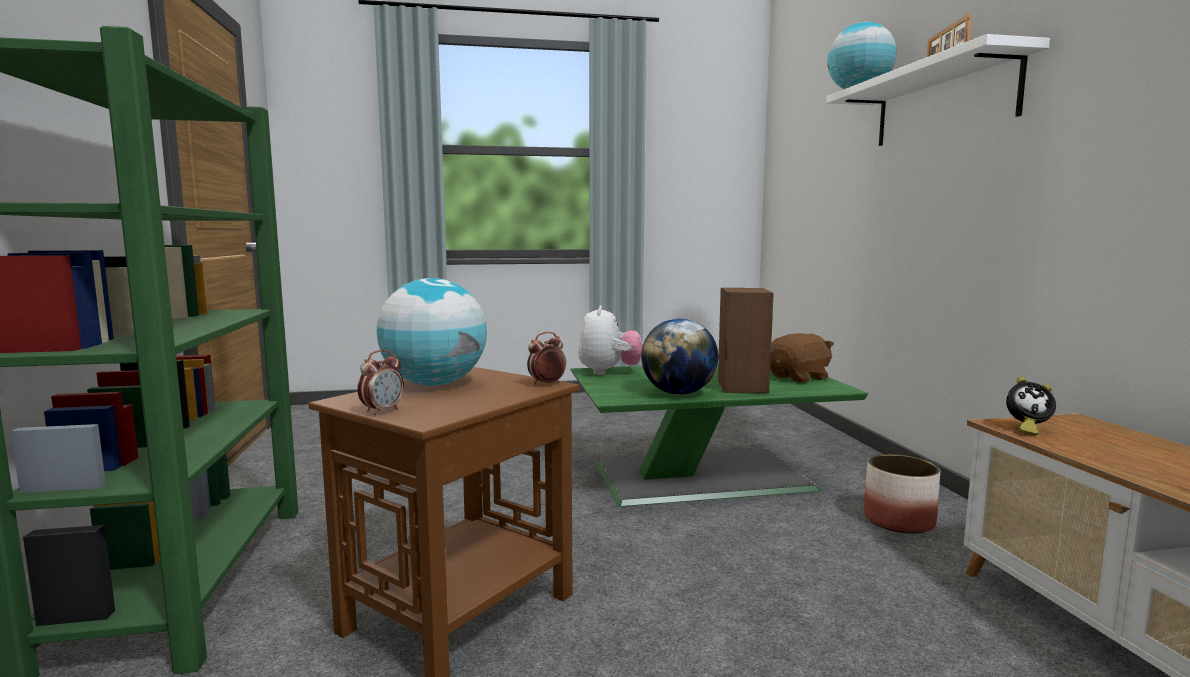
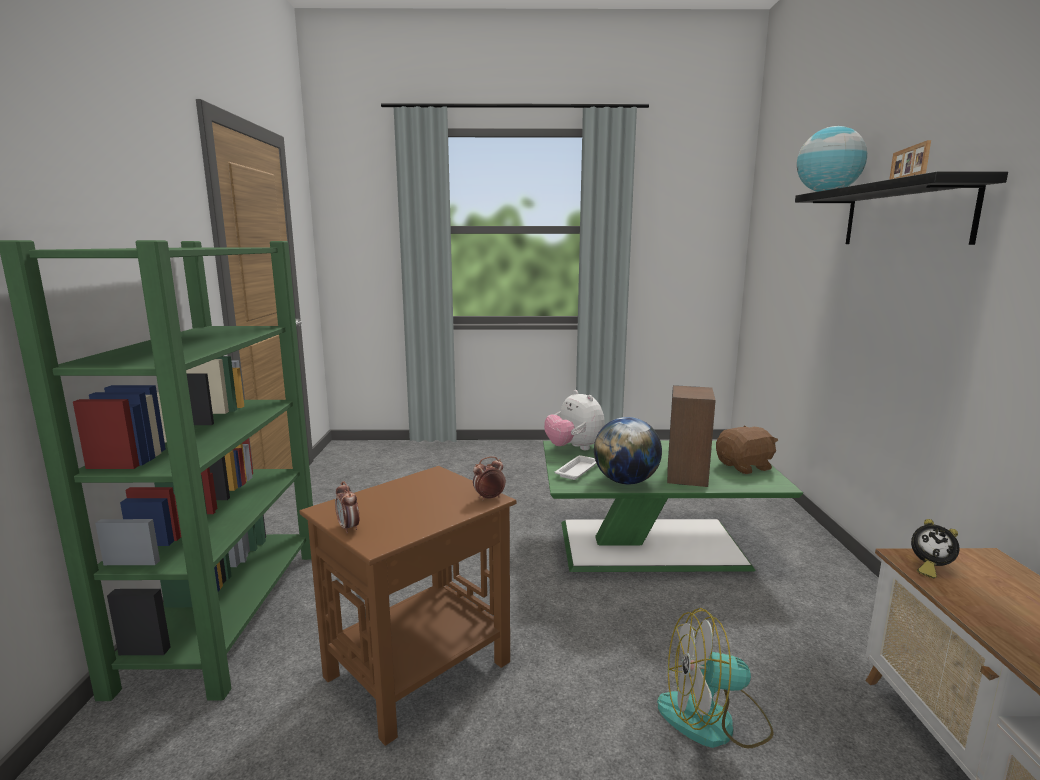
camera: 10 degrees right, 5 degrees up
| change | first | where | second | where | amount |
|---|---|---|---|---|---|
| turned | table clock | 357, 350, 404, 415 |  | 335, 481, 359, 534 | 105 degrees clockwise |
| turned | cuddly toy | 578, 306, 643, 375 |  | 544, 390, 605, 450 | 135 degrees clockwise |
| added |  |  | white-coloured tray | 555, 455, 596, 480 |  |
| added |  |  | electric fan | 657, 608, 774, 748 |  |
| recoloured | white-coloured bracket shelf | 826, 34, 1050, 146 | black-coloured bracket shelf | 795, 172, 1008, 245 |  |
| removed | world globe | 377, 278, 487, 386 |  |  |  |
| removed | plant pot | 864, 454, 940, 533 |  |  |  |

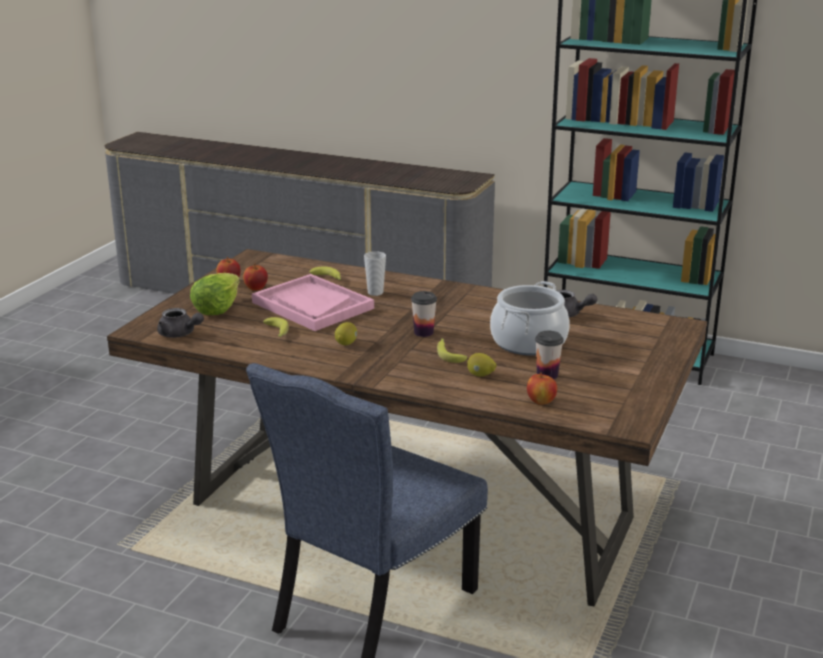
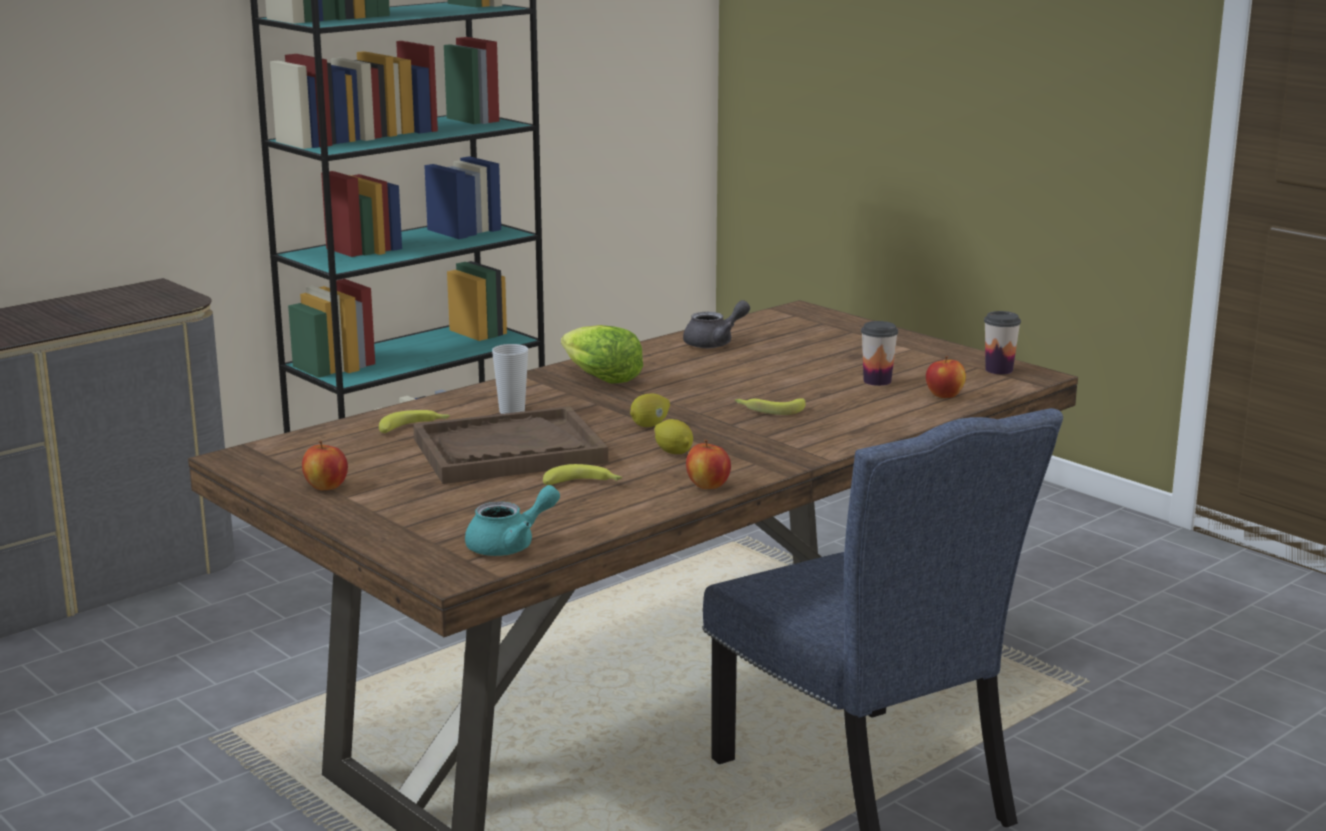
camera: 65 degrees left, 5 degrees down
| change | first | where | second | where | amount |
|---|---|---|---|---|---|
| recoloured | pinkish tray | 252, 274, 374, 331 | brown-coloured tray | 413, 406, 608, 484 |  |
| recoloured | grey teapot | 157, 308, 204, 338 | turquoise-coloured teapot | 465, 485, 560, 556 |  |
| moved | lettuce head | 190, 273, 240, 315 |  | 561, 325, 643, 384 |  |
| moved | citrus fruit | 467, 353, 497, 377 |  | 630, 393, 670, 427 |  |
| moved | apple fruit | 243, 263, 268, 291 |  | 686, 439, 731, 489 |  |
| moved | cup | 411, 291, 437, 337 |  | 984, 311, 1021, 374 |  |
| removed | cooking pot | 490, 281, 570, 356 |  |  |  |

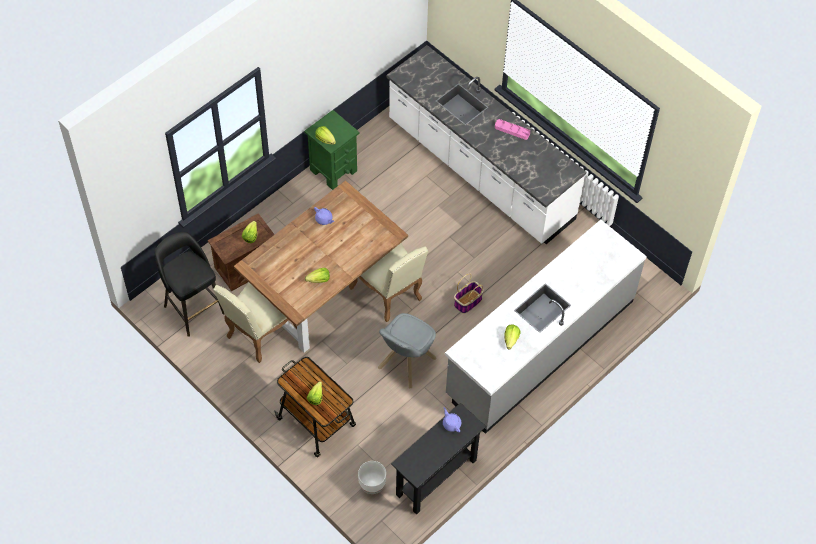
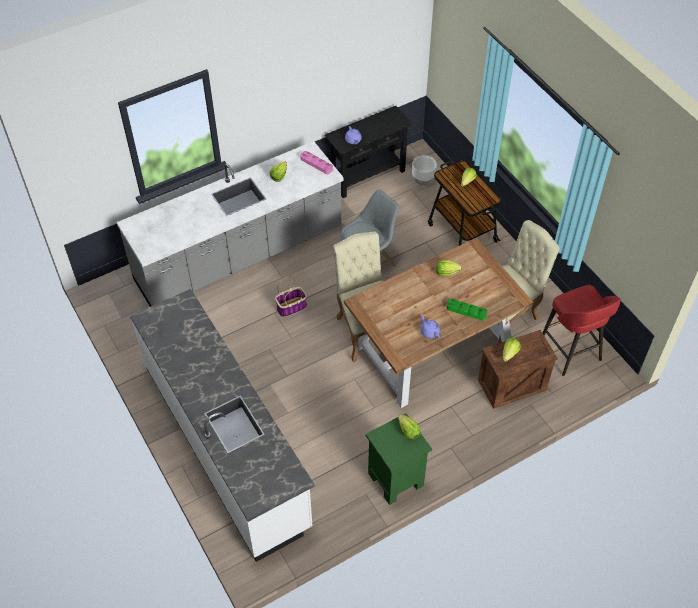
camera: 165 degrees left, 5 degrees down
| change | first | where | second | where | amount |
|---|---|---|---|---|---|
| moved | pinkish tray | 495, 119, 530, 140 |  | 300, 151, 333, 174 |  |
| added |  |  | green tray | 447, 299, 488, 321 |  |
| recoloured | black-coloured sitting stool | 154, 232, 224, 337 | reddish sitting stool | 543, 285, 621, 376 |  |

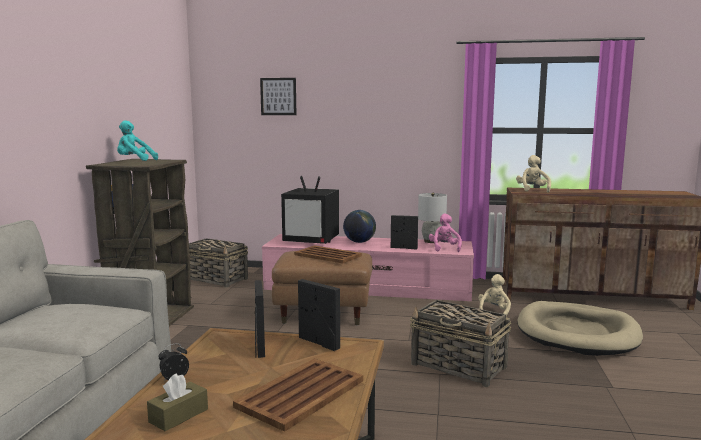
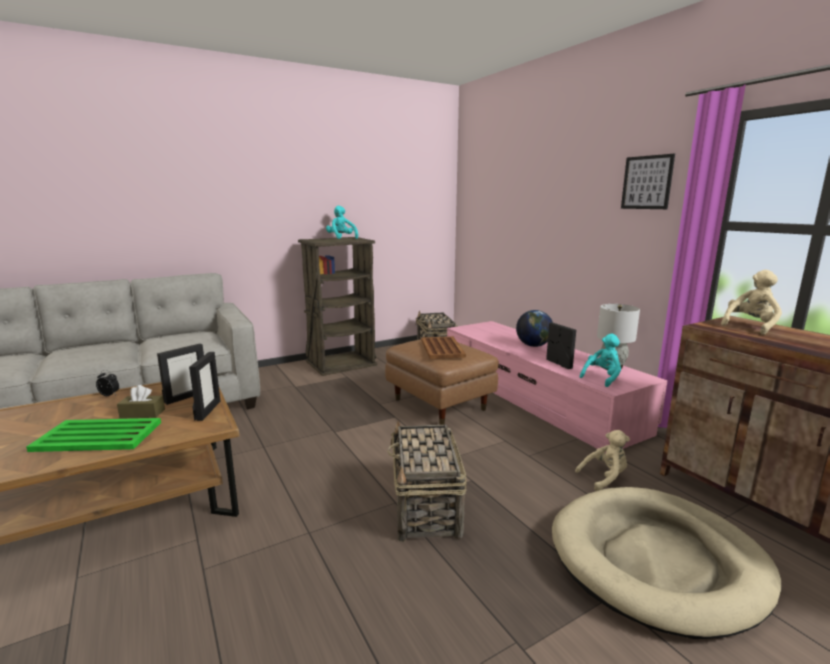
camera: 50 degrees right, 5 degrees up
| change | first | where | second | where | amount |
|---|---|---|---|---|---|
| recoloured | brown-coloured tray | 233, 359, 363, 432 | green tray | 26, 418, 161, 452 |  |
| moved | brown-coloured box of tissues | 147, 373, 208, 431 |  | 117, 385, 165, 419 |  |
| recoloured | pinkish cuddly toy | 429, 213, 462, 252 | turquoise-coloured cuddly toy | 580, 334, 621, 387 |  |
| moved | wall art | 260, 78, 297, 115 |  | 621, 154, 675, 209 |  |
| removed | TV | 281, 176, 339, 244 |  |  |  |

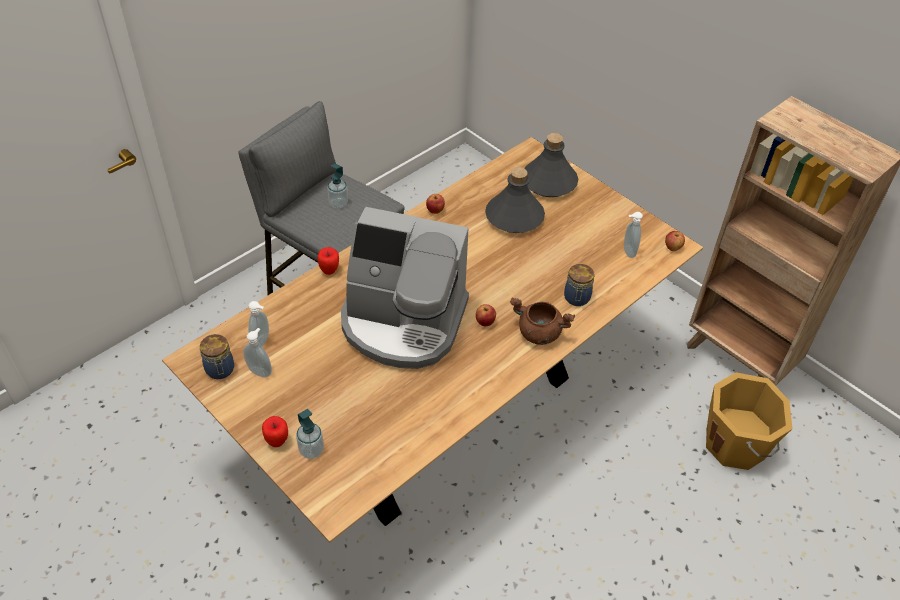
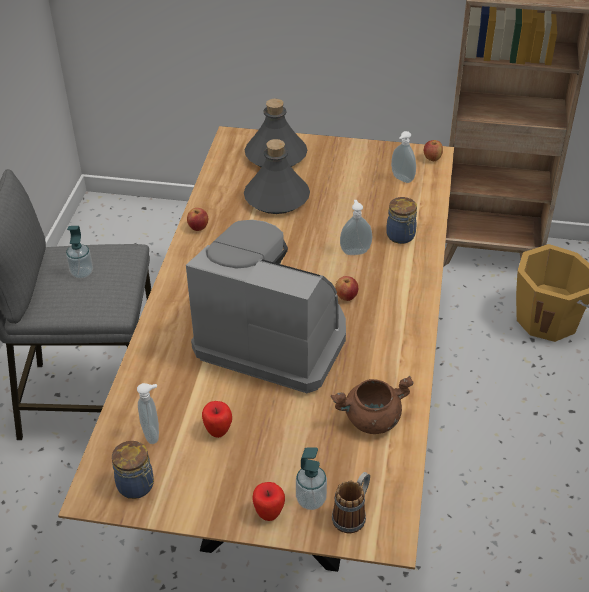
camera: 35 degrees left, 5 degrees down
| change | first | where | second | where | amount |
|---|---|---|---|---|---|
| turned | coffee machine | 341, 207, 469, 369 |  | 186, 220, 346, 393 | 135 degrees counterclockwise |
| moved | apple fruit | 318, 247, 339, 275 |  | 202, 401, 232, 438 |  |
| moved | brown-coloured cooking pot | 510, 297, 575, 345 |  | 331, 376, 414, 434 |  |
| added |  |  | tea mug | 332, 472, 370, 533 |  |
| moved | liquid soap bottle | 243, 328, 272, 378 |  | 340, 200, 372, 255 |  |

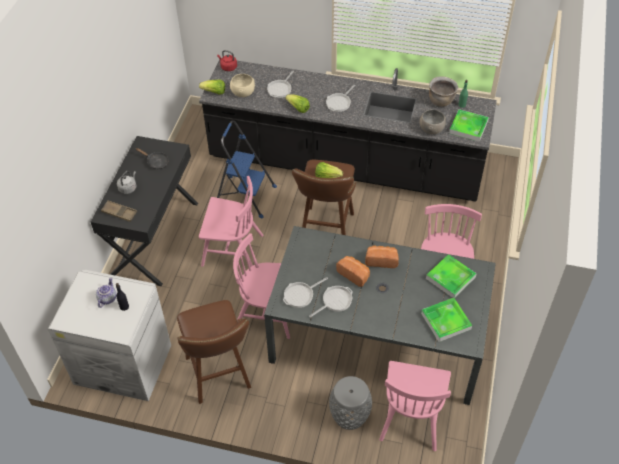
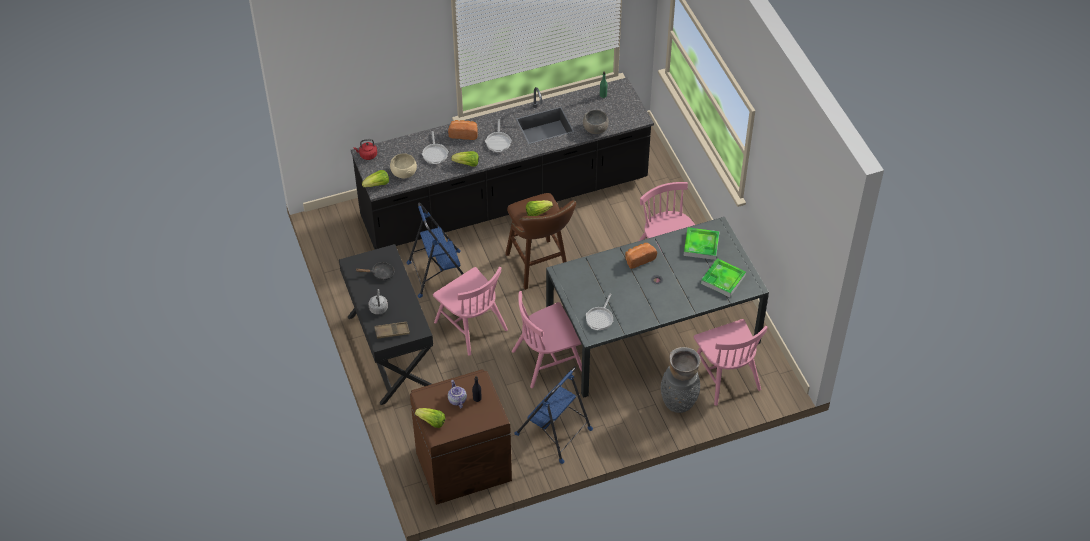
camera: 35 degrees left, 0 degrees up
| change | first | where | second | where | amount |
|---|---|---|---|---|---|
| recoloured | white-coloured laundry machine | 48, 270, 171, 401 | brown-coloured laundry machine | 410, 369, 512, 505 |  |
| added |  |  | lettuce head | 415, 408, 445, 428 |  |
| turned | pinkish chair | 199, 176, 264, 267 |  | 433, 267, 508, 356 | 75 degrees clockwise |
| moved | baked bread | 336, 256, 370, 287 |  | 448, 120, 478, 140 |  |
| replaced | brown-coloured sitting stool | 177, 300, 251, 404 | blue-coloured stepladder | 514, 366, 593, 464 |  |
| moved | brown-coloured cooking pot | 429, 77, 458, 107 |  | 669, 347, 701, 380 |  |
| removed | pan | 309, 286, 353, 318 |  |  |  |
| removed | tray | 449, 109, 489, 142 |  |  |  |

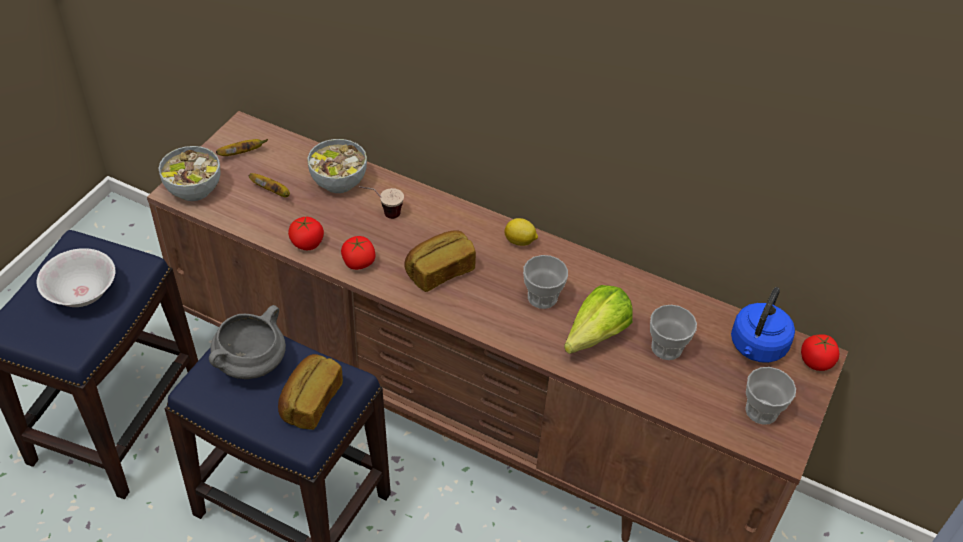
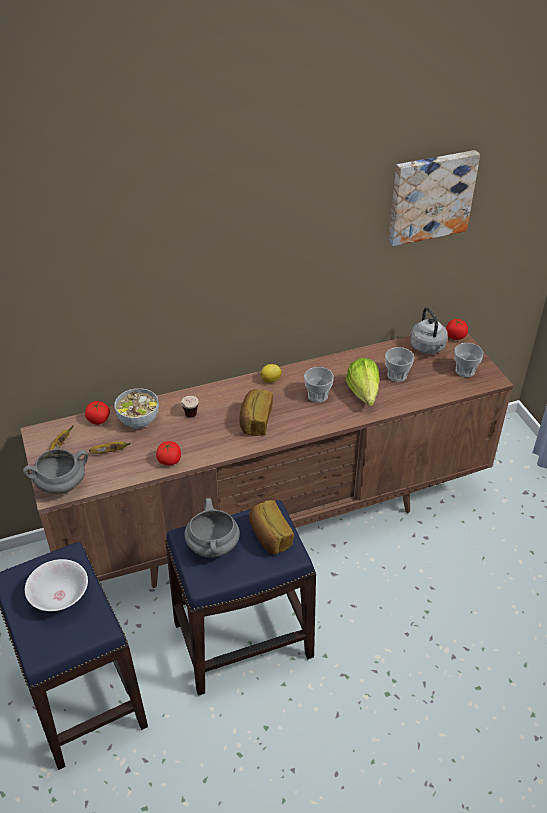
camera: 45 degrees left, 5 degrees down
| change | first | where | second | where | amount |
|---|---|---|---|---|---|
| replaced | deep dish | 158, 146, 220, 201 | grey cooking pot | 23, 449, 88, 494 |  |
| moved | whole tomato | 341, 236, 376, 270 |  | 85, 401, 110, 425 |  |
| added |  |  | wall art | 388, 150, 480, 246 |  |
| recoloured | blue-coloured water kettle | 731, 287, 795, 363 | grey water kettle | 410, 307, 448, 354 |  |

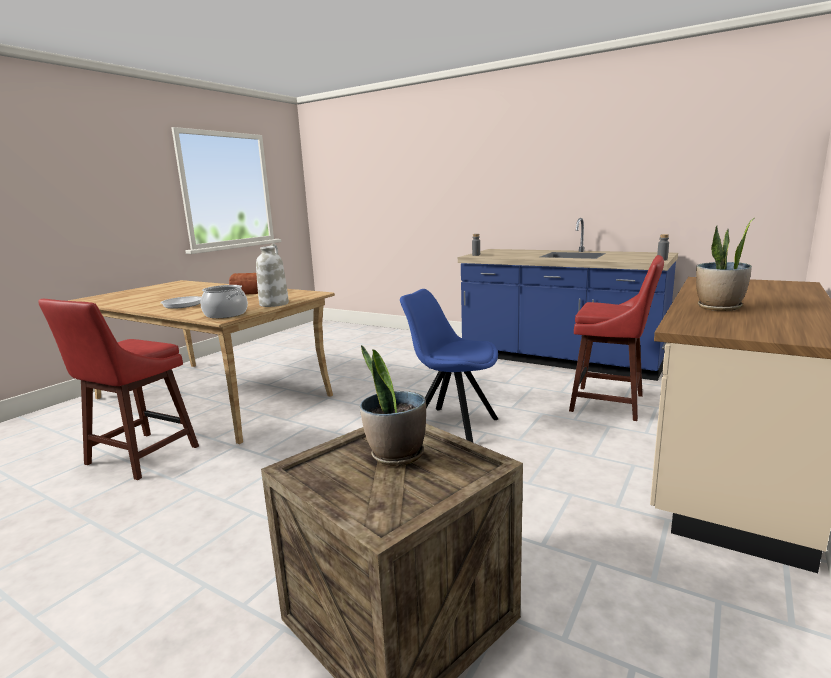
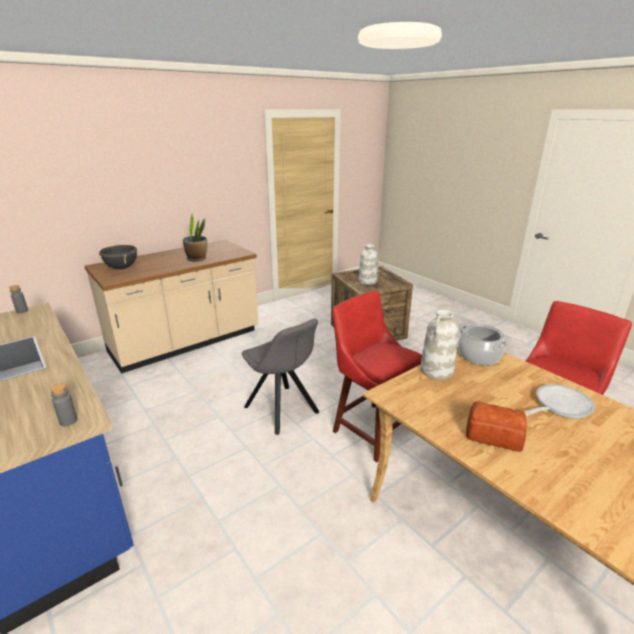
camera: 160 degrees left, 10 degrees up
| change | first | where | second | where | amount |
|---|---|---|---|---|---|
| added |  |  | black-coloured cooking pot | 95, 245, 140, 269 |  |
| recoloured | blue-coloured chair | 400, 289, 498, 442 | grey chair | 242, 319, 319, 435 |  |
| moved | reddish chair | 569, 255, 664, 421 |  | 332, 290, 422, 462 |  |
| replaced | houseplant | 360, 345, 426, 466 | white-coloured flower vase | 358, 242, 378, 285 |  |

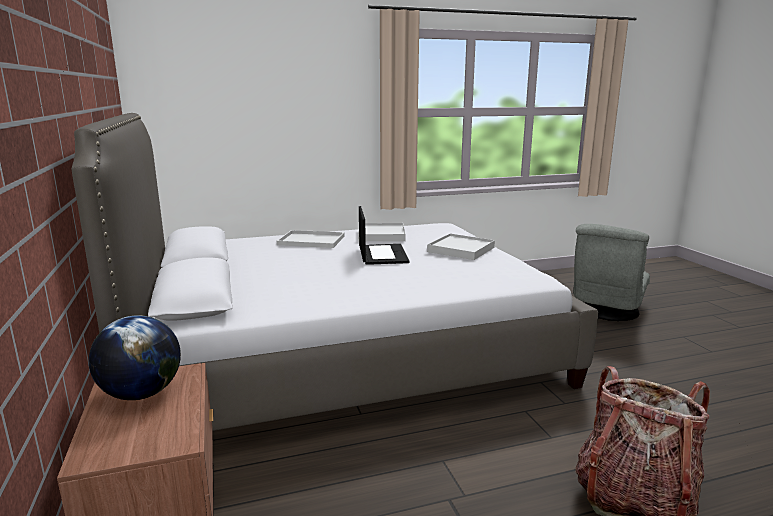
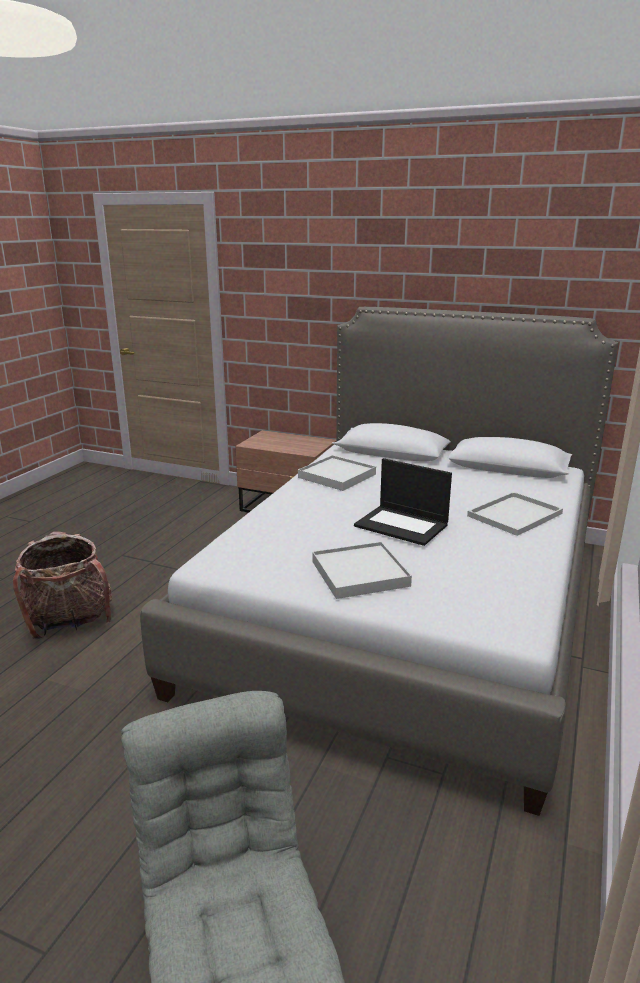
camera: 130 degrees right, 5 degrees up
| change | first | where | second | where | amount |
|---|---|---|---|---|---|
| moved | white-coloured tray | 358, 223, 406, 241 |  | 298, 455, 376, 491 |  |
| removed | world globe | 89, 315, 181, 400 |  |  |  |

